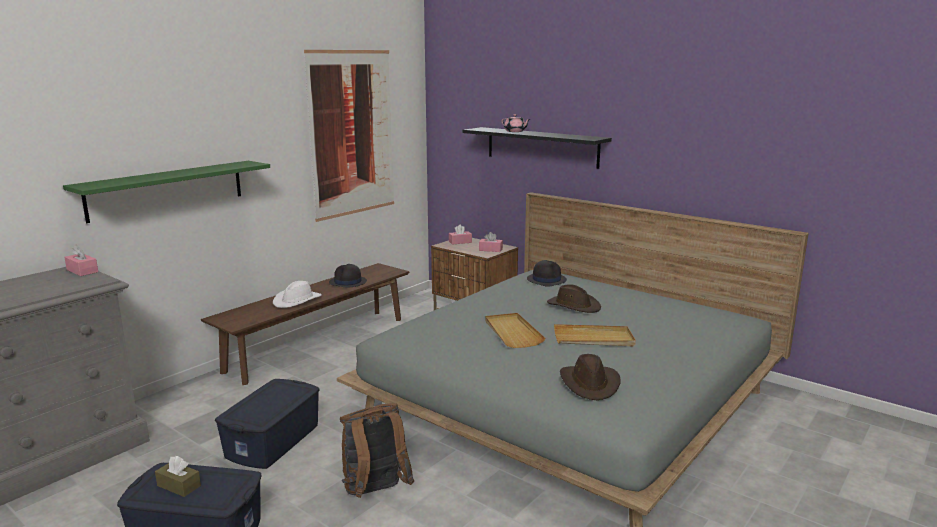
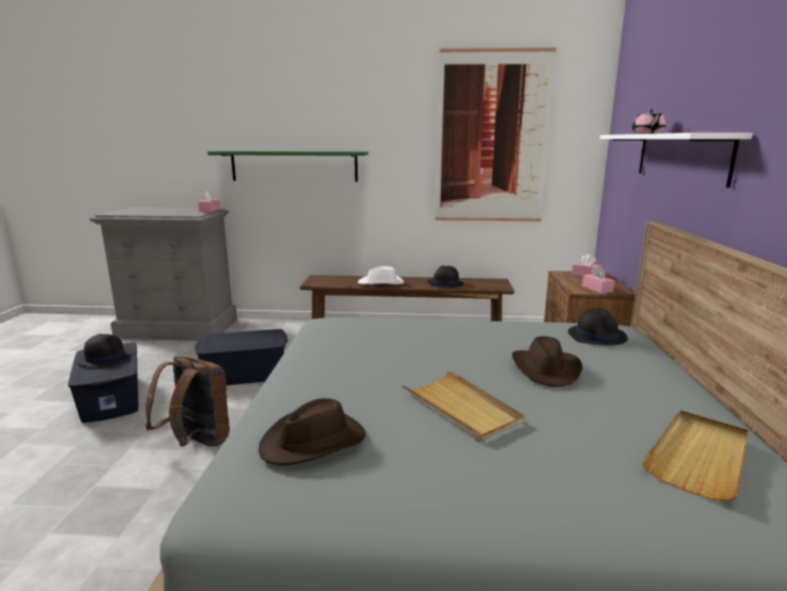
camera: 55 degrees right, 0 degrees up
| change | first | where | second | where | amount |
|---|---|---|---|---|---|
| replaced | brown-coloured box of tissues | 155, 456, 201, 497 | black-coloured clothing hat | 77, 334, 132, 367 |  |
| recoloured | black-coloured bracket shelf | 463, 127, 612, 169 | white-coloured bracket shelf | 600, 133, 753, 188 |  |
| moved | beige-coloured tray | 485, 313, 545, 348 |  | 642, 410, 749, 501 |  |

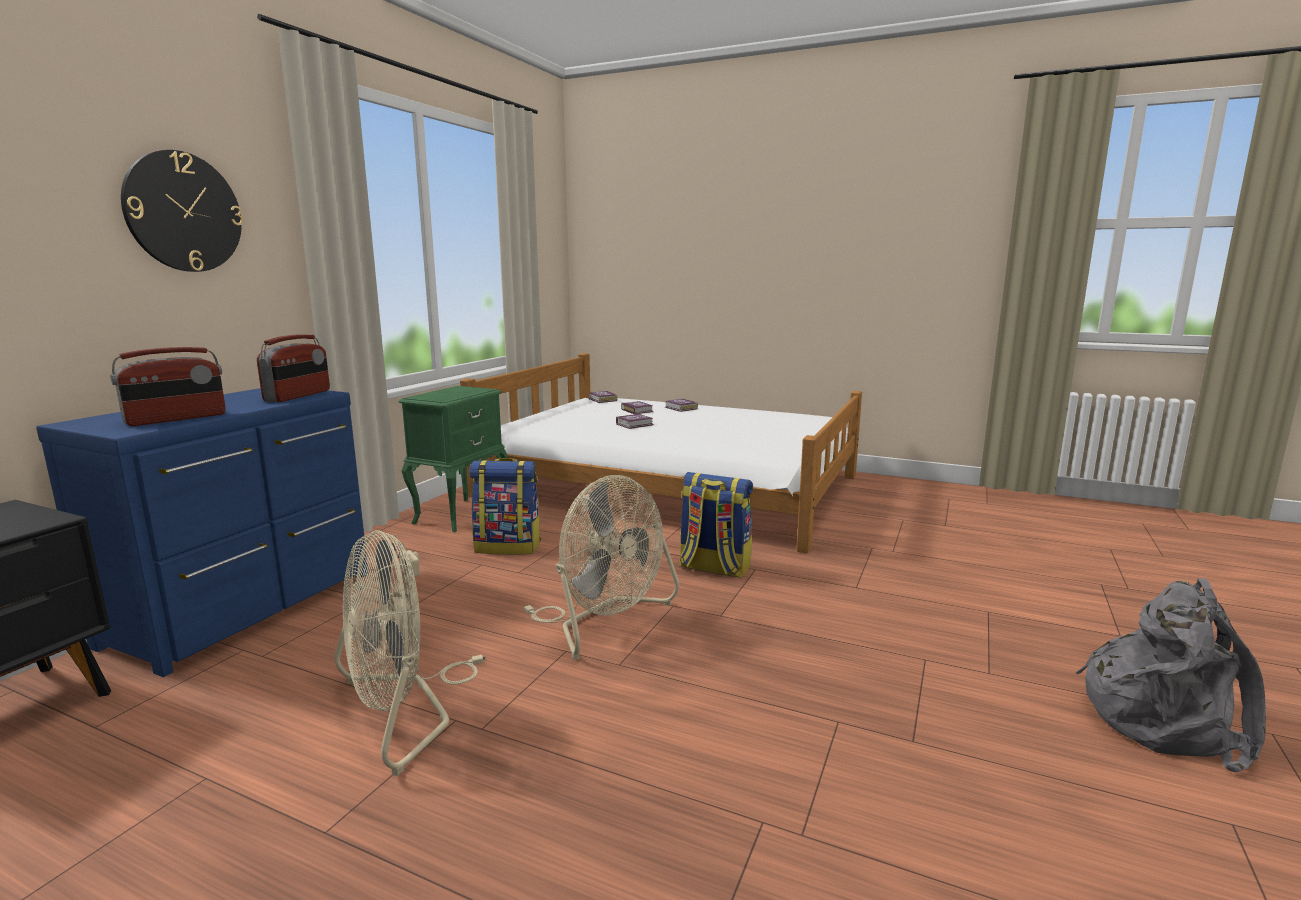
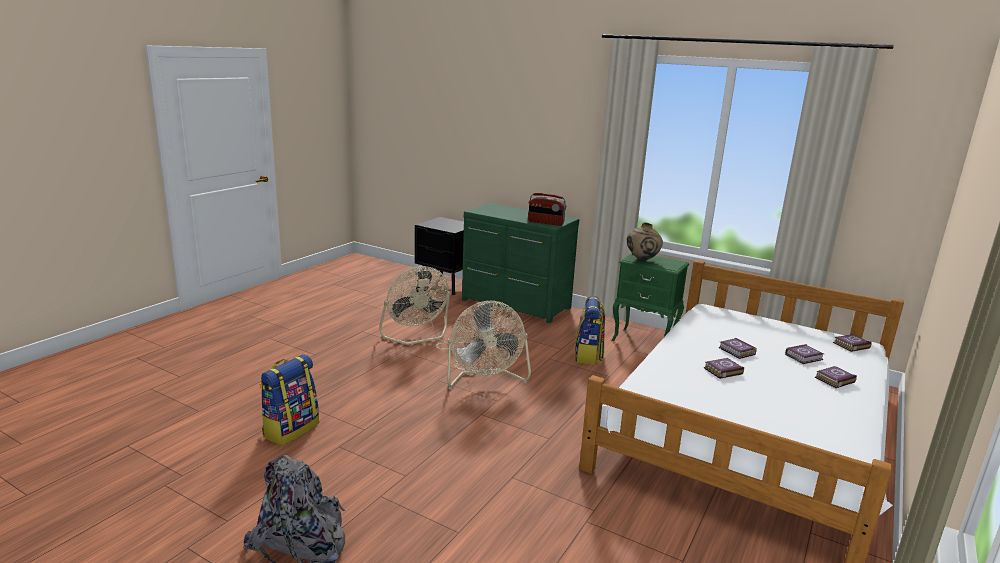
camera: 95 degrees right, 5 degrees up
| change | first | where | second | where | amount |
|---|---|---|---|---|---|
| moved | knapsack | 679, 472, 753, 578 |  | 259, 355, 319, 446 |  |
| turned | beige-coloured electric fan | 524, 475, 679, 660 |  | 447, 301, 531, 390 | 60 degrees counterclockwise |
| recoloured | blue-coloured chest of drawers | 36, 388, 368, 677 | green chest of drawers | 462, 203, 579, 323 |  |
| added |  |  | beige-coloured flower vase | 627, 222, 663, 261 |  |
| added |  |  | bound book | 704, 358, 744, 379 |  |
| removed | radio | 110, 347, 226, 426 |  |  |  |
| removed | hanging clock | 121, 150, 243, 272 |  |  |  |

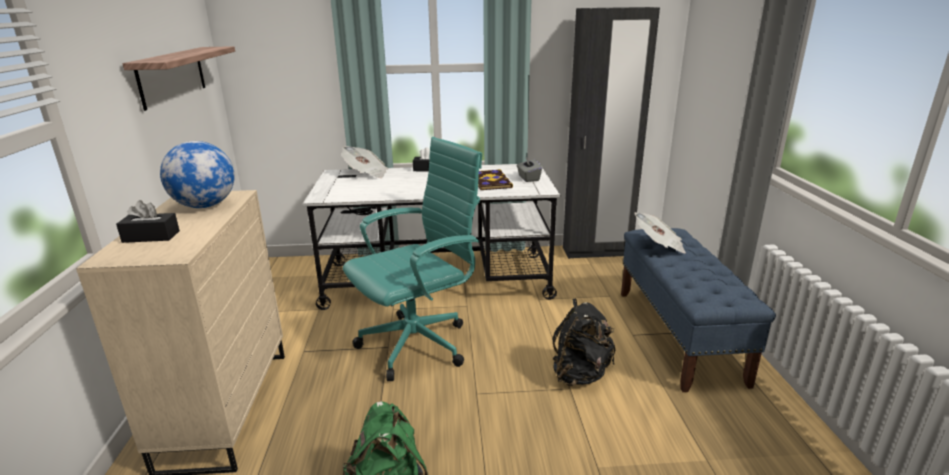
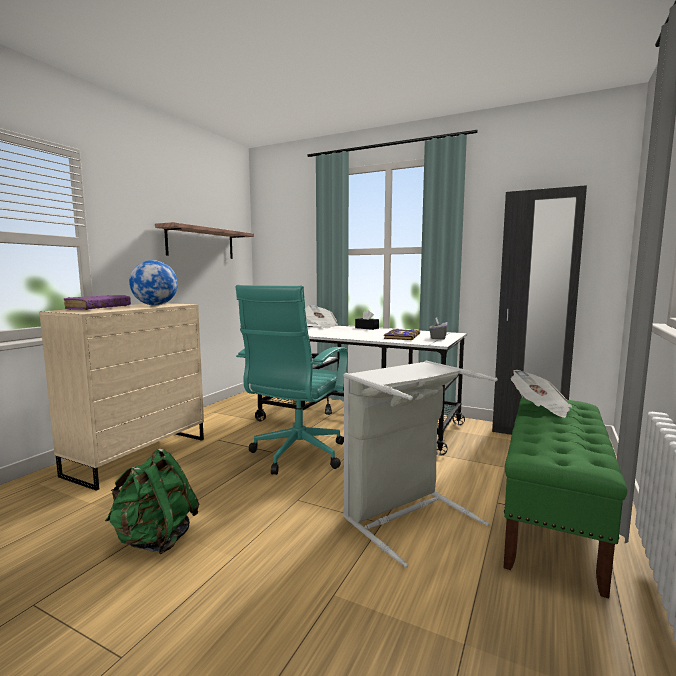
camera: 30 degrees right, 15 degrees down
| change | first | where | second | where | amount |
|---|---|---|---|---|---|
| replaced | black-coloured box of tissues | 116, 200, 180, 243 | purple-coloured bound book | 63, 295, 131, 310 |  |
| turned | turquoise-coloured office chair | 343, 137, 482, 381 |  | 235, 285, 348, 475 | 120 degrees clockwise |
| replaced | black-coloured knapsack | 553, 298, 615, 386 | grey hamper | 343, 360, 498, 568 |  |
| recoloured | blue-coloured bench | 621, 228, 776, 392 | green bench | 503, 397, 627, 598 |  |

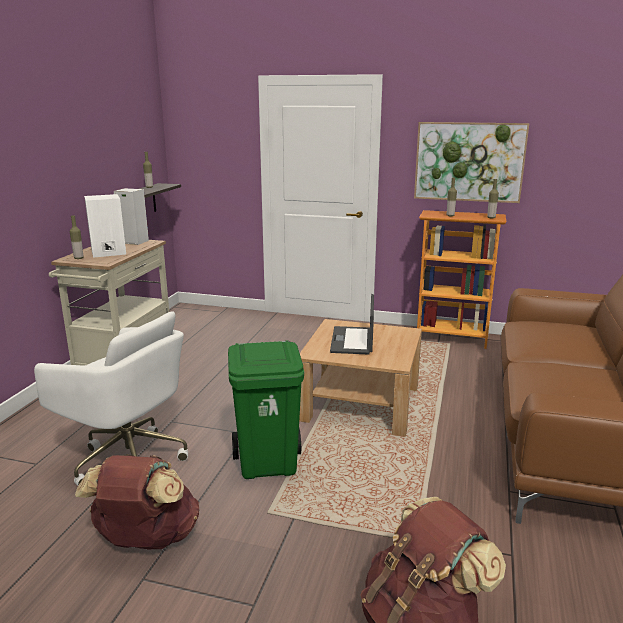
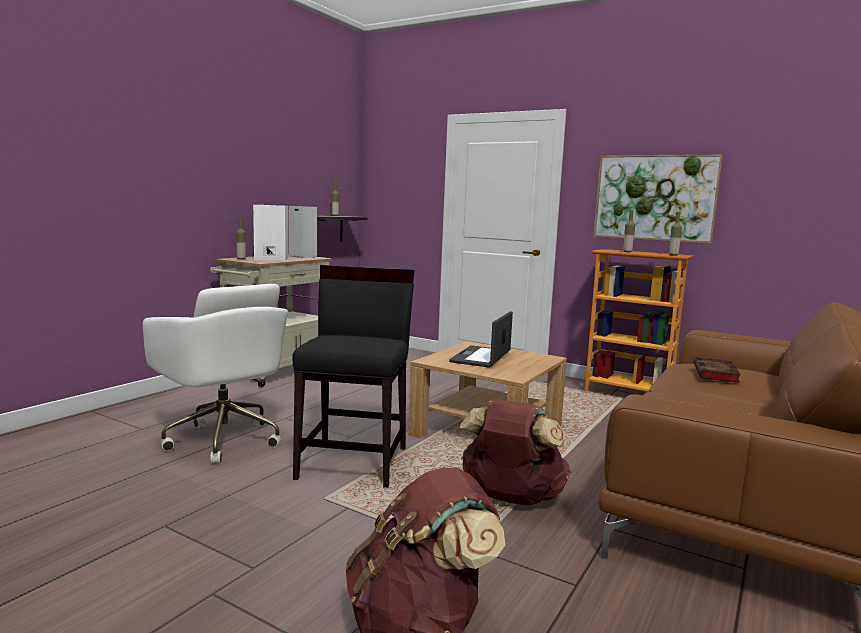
camera: 15 degrees right, 10 degrees down
| change | first | where | second | where | amount |
|---|---|---|---|---|---|
| replaced | green rubbish bin | 228, 340, 304, 479 | black-coloured chair | 292, 265, 415, 488 |  |
| moved | brown-coloured knapsack | 75, 454, 199, 549 |  | 460, 399, 571, 505 |  |
| added |  |  | bound book | 694, 357, 741, 383 |  |

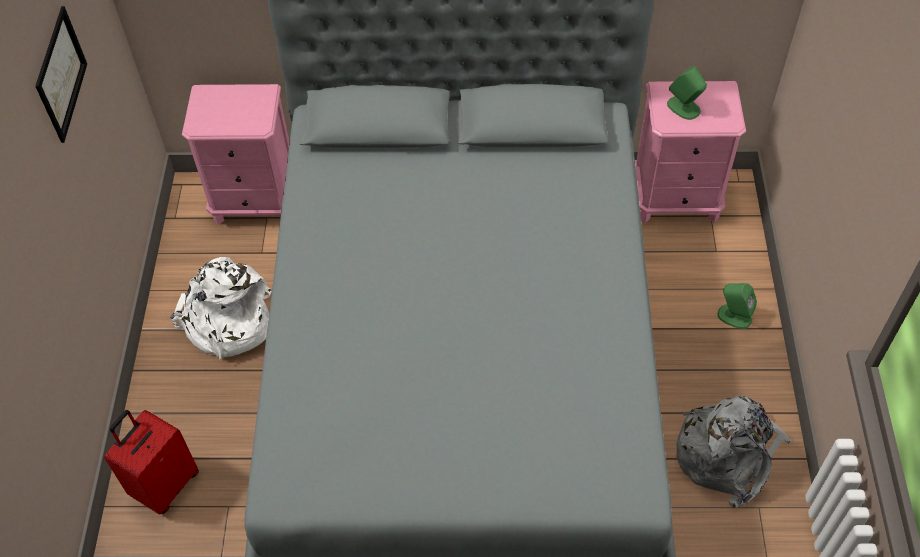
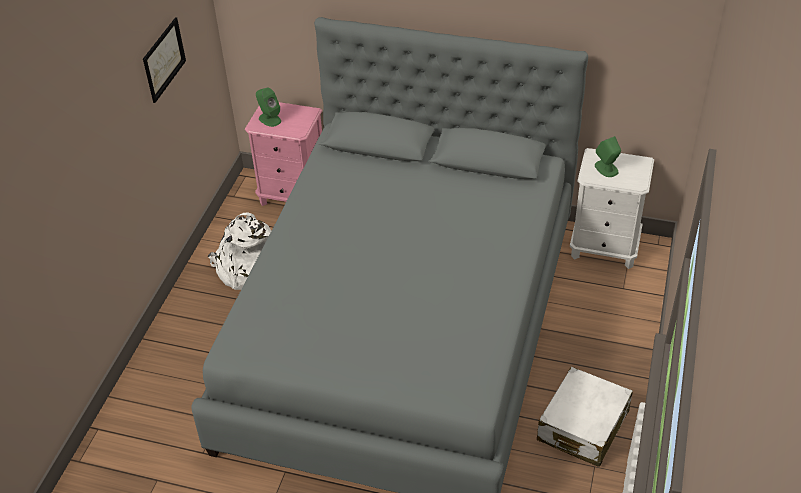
camera: 15 degrees right, 10 degrees down
| change | first | where | second | where | amount |
|---|---|---|---|---|---|
| moved | green speaker | 718, 283, 757, 329 |  | 256, 88, 281, 127 |  |
| replaced | grey knapsack | 677, 396, 792, 508 | white-coloured suitcase | 537, 367, 633, 467 |  |
| recoloured | pinkish night table | 635, 81, 746, 223 | white-coloured night table | 570, 148, 654, 269 |  |
| removed | reddish suitcase | 105, 410, 199, 514 |  |  |  |

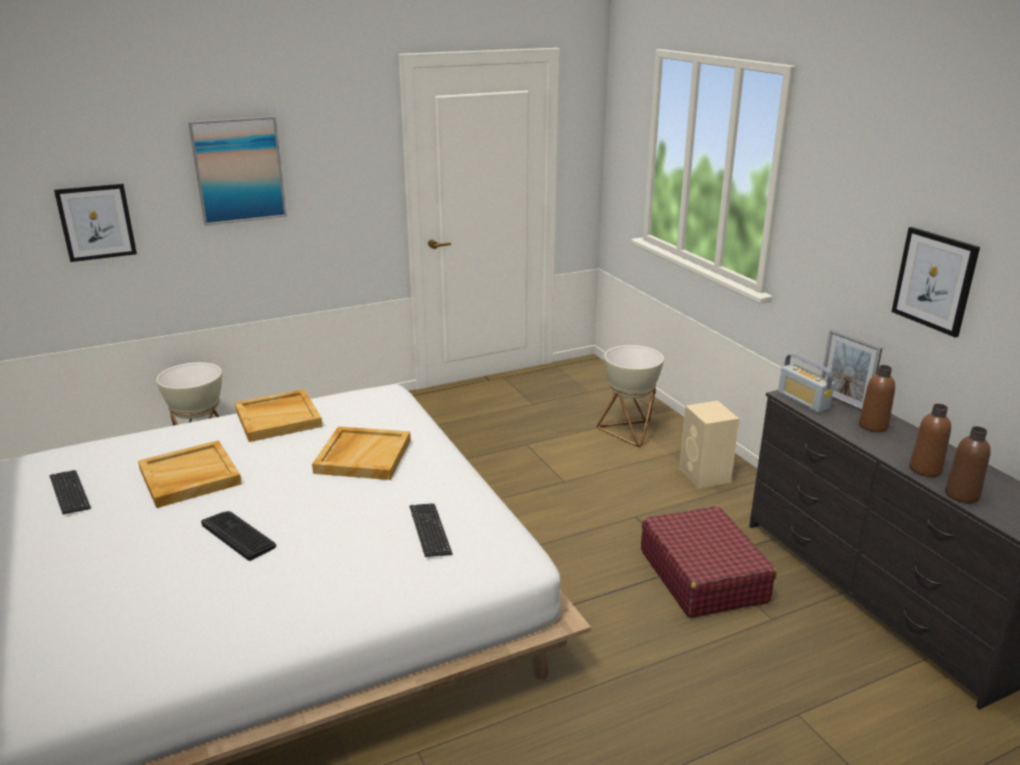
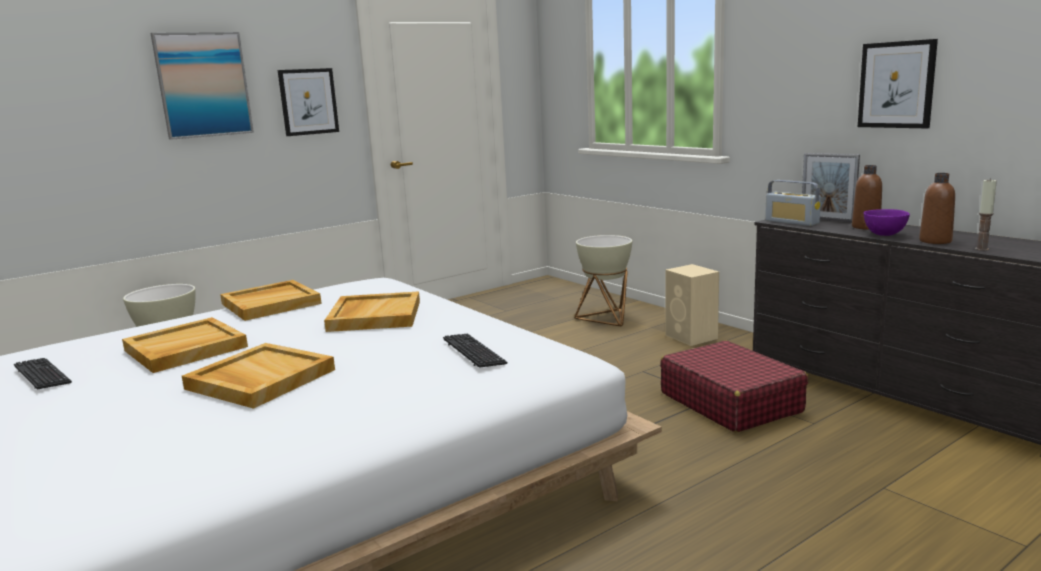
camera: 10 degrees left, 10 degrees down
| change | first | where | second | where | amount |
|---|---|---|---|---|---|
| replaced | computer keyboard | 201, 511, 276, 561 | beige-coloured tray | 182, 343, 335, 409 |  |
| moved | wall art | 54, 184, 137, 262 |  | 278, 68, 339, 136 |  |
| added |  |  | purple-coloured deep dish | 864, 209, 910, 236 |  |
| replaced | brown-coloured beverage bottle | 945, 426, 991, 503 | candle | 975, 178, 997, 251 |  |

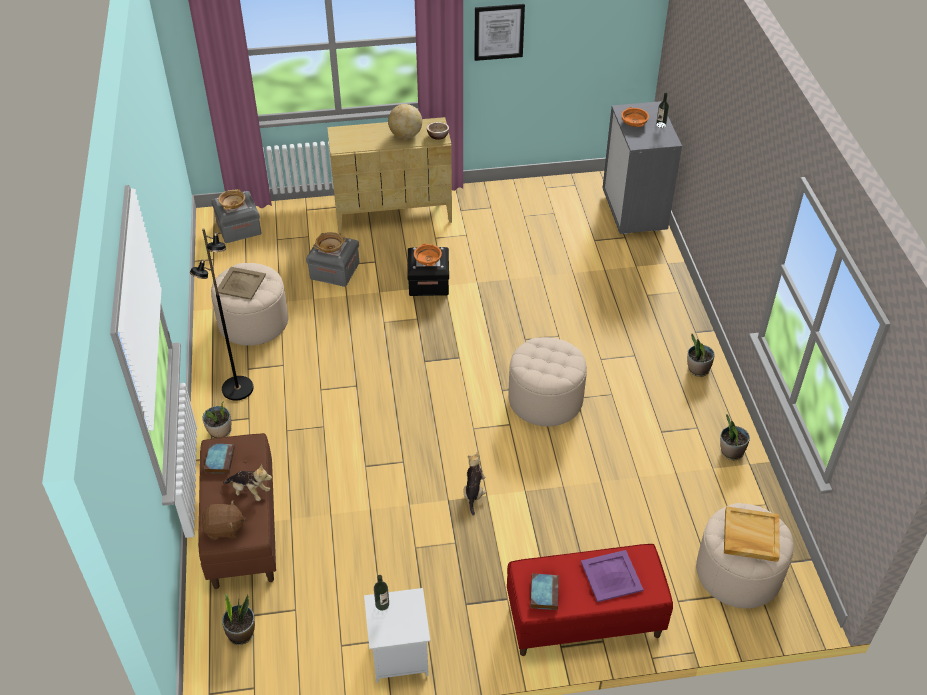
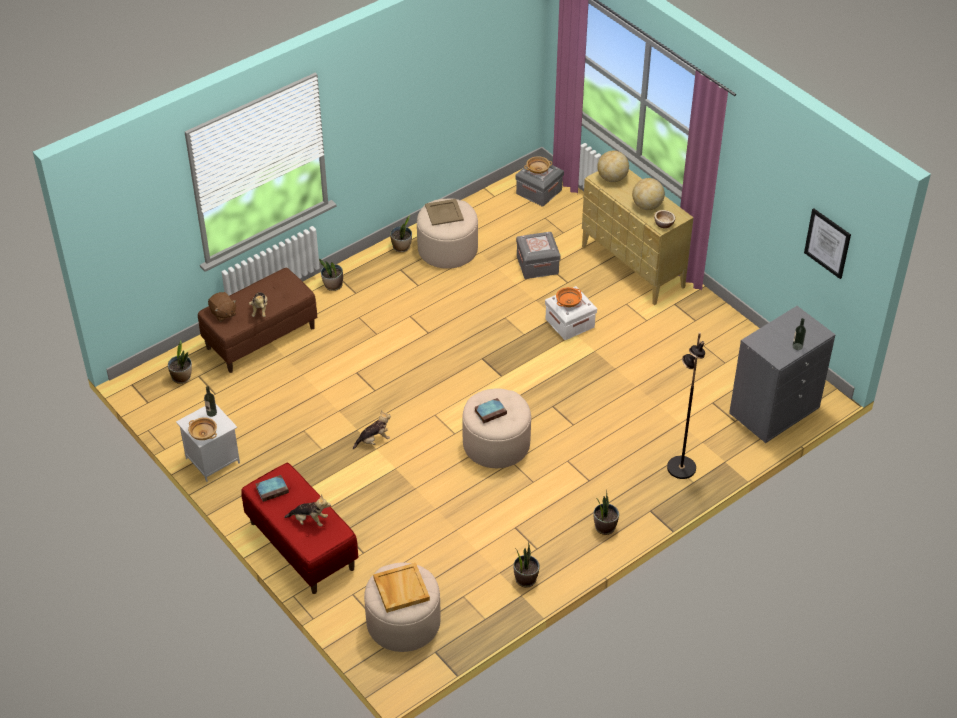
camera: 60 degrees right, 0 degrees up
| change | first | where | second | where | amount |
|---|---|---|---|---|---|
| moved | beige-coloured deep dish | 313, 232, 346, 253 |  | 188, 417, 217, 440 |  |
| replaced | purple-coloured tray | 581, 550, 644, 602 | cuddly toy | 284, 494, 331, 526 |  |
| added |  |  | houseplant | 390, 215, 412, 252 |  |
| moved | bound book | 204, 444, 235, 474 |  | 475, 398, 507, 423 |  |
| recoloured | black-coloured storage container | 407, 247, 449, 296 | white-coloured storage container | 545, 286, 597, 340 |  |
| added |  |  | world globe | 597, 151, 629, 182 |  |
| moved | black-coloured standing lamp | 190, 228, 254, 401 |  | 667, 332, 705, 479 |  |
| moved | wall art | 474, 4, 525, 61 |  | 804, 208, 851, 279 |  |
| removed | orangey deep dish | 621, 107, 649, 127 |  |  |  |

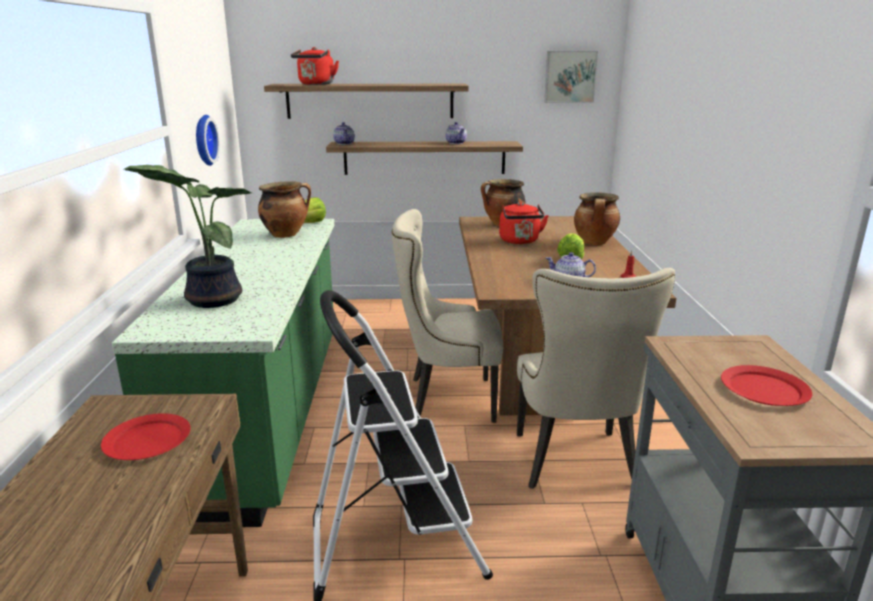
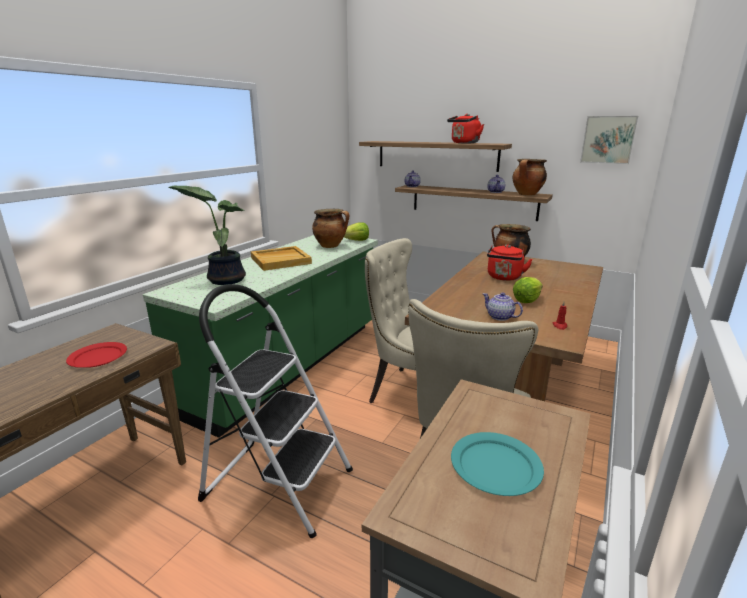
camera: 30 degrees right, 0 degrees up
| change | first | where | second | where | amount |
|---|---|---|---|---|---|
| added |  |  | beige-coloured tray | 251, 246, 312, 271 |  |
| moved | reddish water kettle | 291, 47, 339, 85 |  | 447, 114, 484, 143 |  |
| recoloured | reddish plate | 721, 365, 812, 406 | turquoise-coloured plate | 451, 432, 544, 496 |  |
| moved | cooking pot | 574, 192, 620, 245 |  | 513, 159, 547, 196 |  |
| removed | hanging clock | 196, 115, 220, 166 |  |  |  |

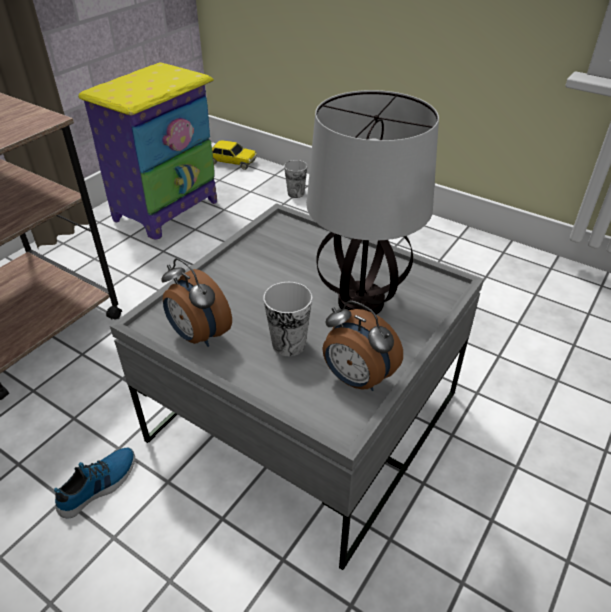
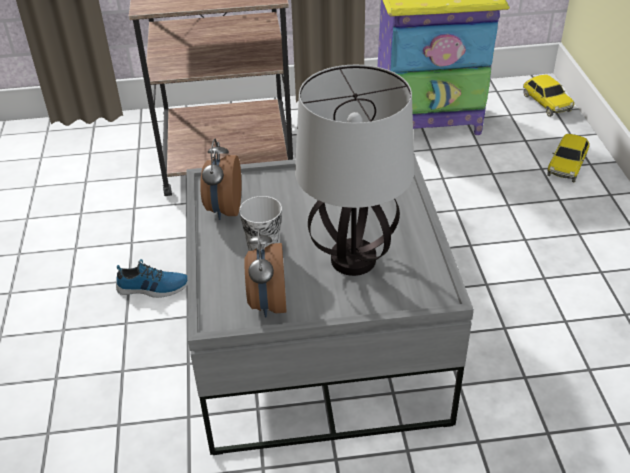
camera: 50 degrees right, 0 degrees up
| change | first | where | second | where | amount |
|---|---|---|---|---|---|
| replaced | cup | 284, 160, 307, 198 | toy car | 547, 134, 589, 183 |  |

